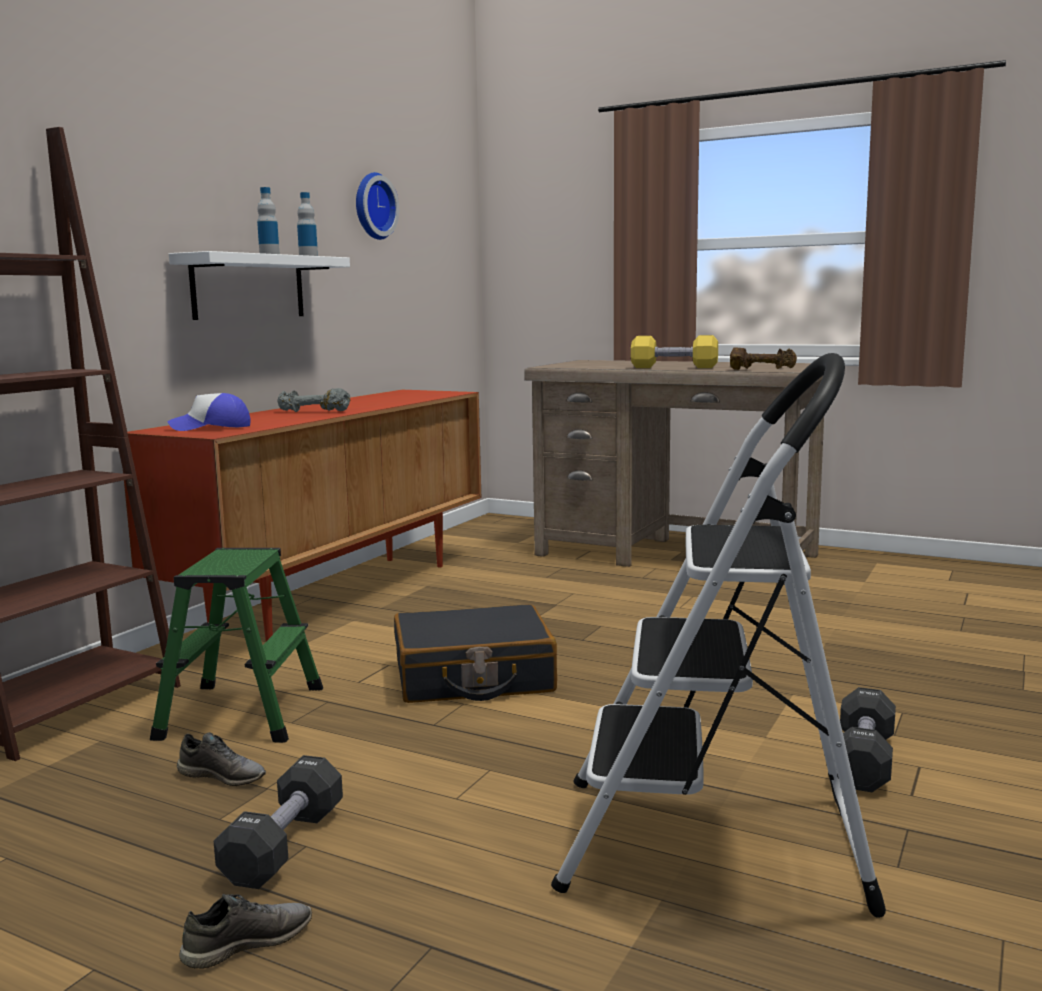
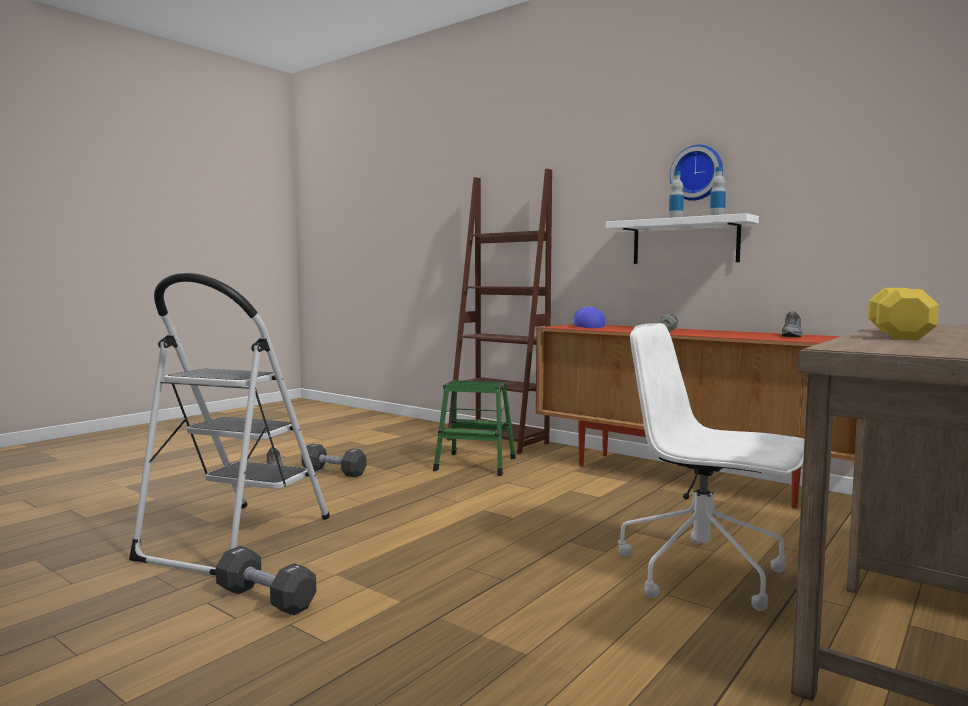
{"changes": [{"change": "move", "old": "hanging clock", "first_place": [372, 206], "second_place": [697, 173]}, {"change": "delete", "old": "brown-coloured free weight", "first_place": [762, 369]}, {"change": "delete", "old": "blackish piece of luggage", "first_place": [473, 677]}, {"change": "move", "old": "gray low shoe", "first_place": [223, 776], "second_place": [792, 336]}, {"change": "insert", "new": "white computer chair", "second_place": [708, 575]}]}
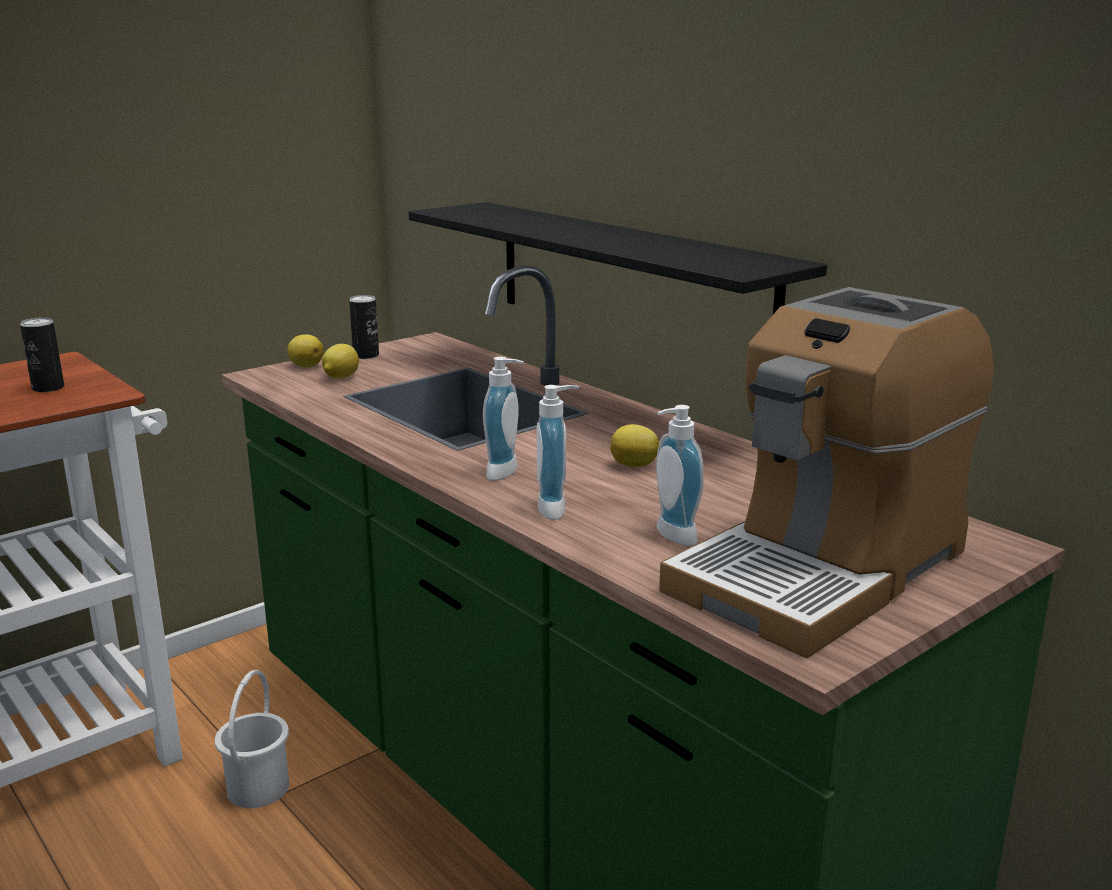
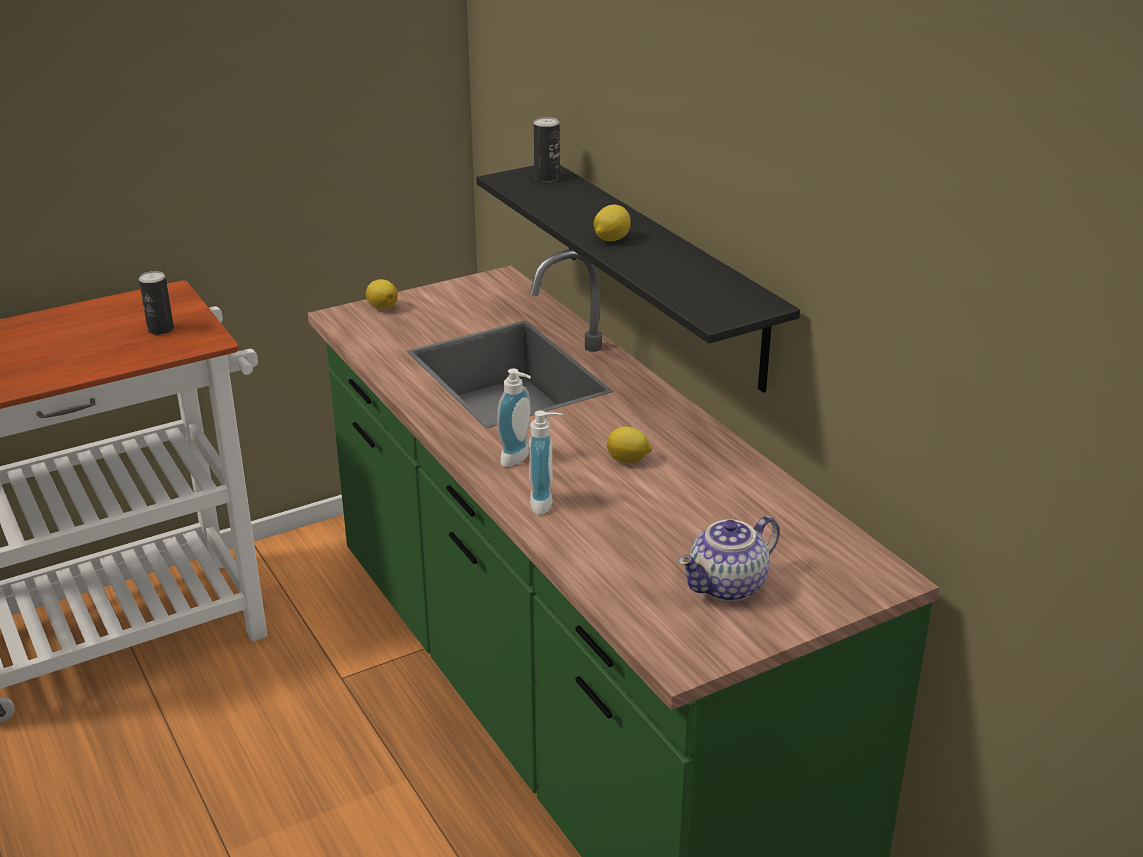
{"changes": [{"change": "replace", "old": "coffee brewer", "new": "teapot", "first_place": [822, 570], "second_place": [728, 587]}, {"change": "move", "old": "metal can", "first_place": [366, 355], "second_place": [547, 177]}, {"change": "move", "old": "lemon", "first_place": [340, 377], "second_place": [610, 239]}, {"change": "delete", "old": "soap bottle", "first_place": [671, 537]}, {"change": "delete", "old": "white bucket", "first_place": [257, 788]}]}
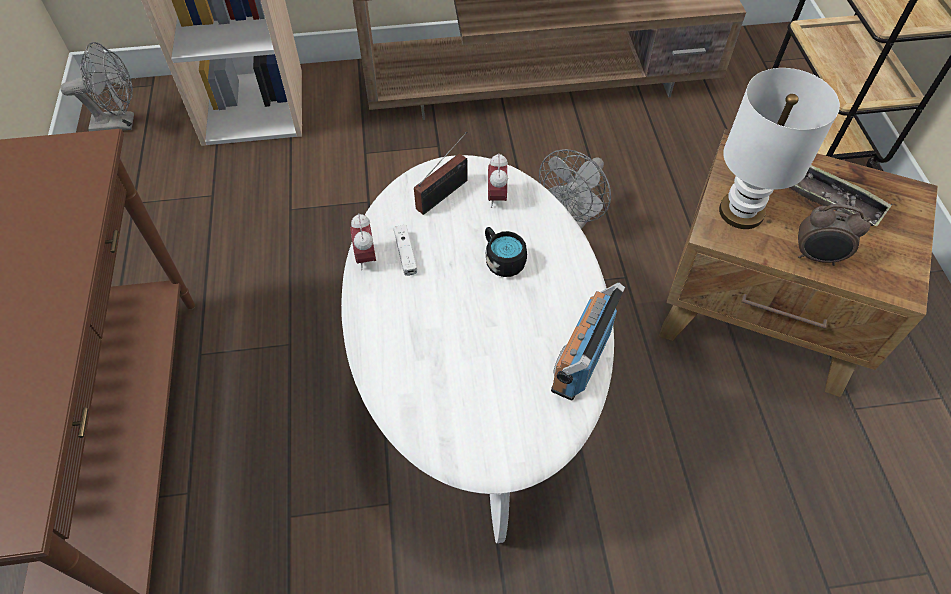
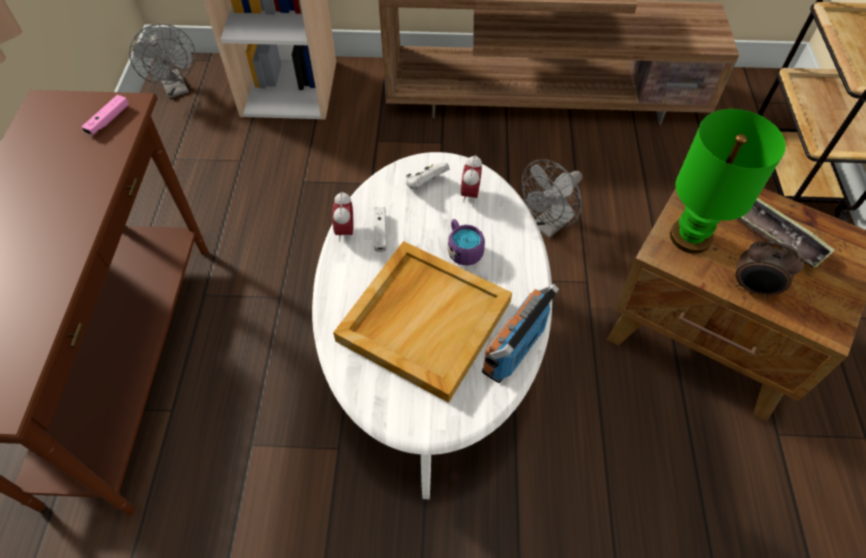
{"changes": [{"change": "rotate", "old": "gray fan", "first_place": [120, 123], "second_place": [177, 89], "degrees": 60}, {"change": "recolor", "old": "white lamp for a table", "new": "green lamp for a table", "first_place": [742, 211], "second_place": [691, 237]}, {"change": "replace", "old": "radio set", "new": "white gamepad", "first_place": [445, 193], "second_place": [425, 184]}, {"change": "recolor", "old": "blackish mug", "new": "purple mug", "first_place": [502, 259], "second_place": [463, 249]}, {"change": "insert", "new": "pink gamepad", "second_place": [108, 120]}, {"change": "insert", "new": "beige-coloured tray", "second_place": [424, 319]}]}
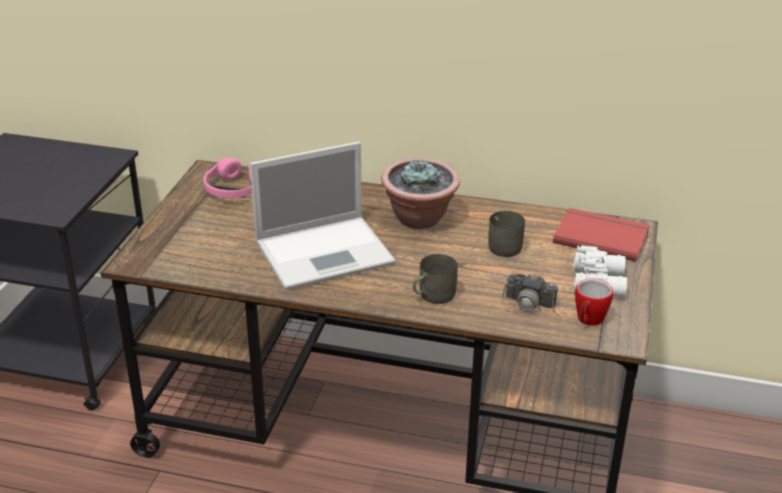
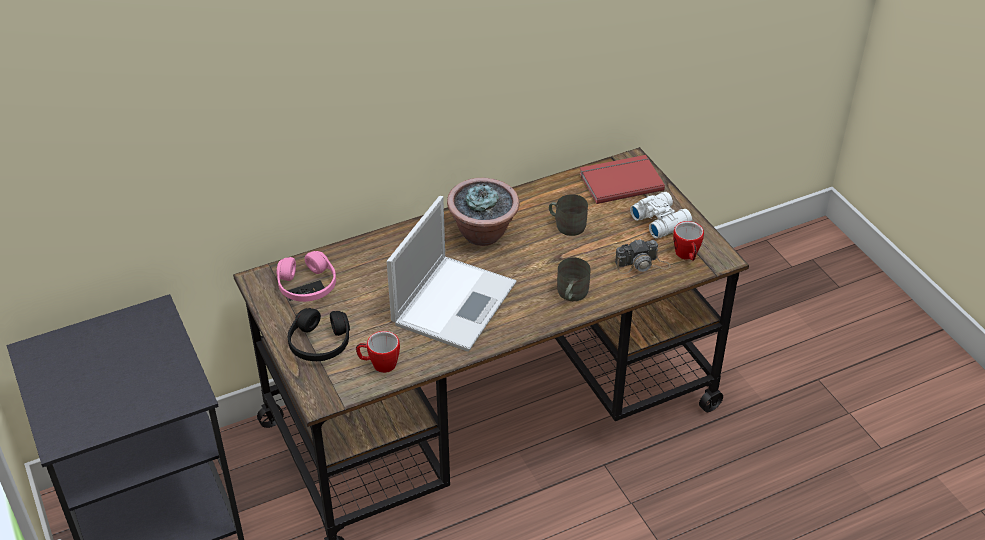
{"changes": [{"change": "insert", "new": "blackish pair of headphones", "second_place": [319, 343]}, {"change": "insert", "new": "mug", "second_place": [379, 364]}]}
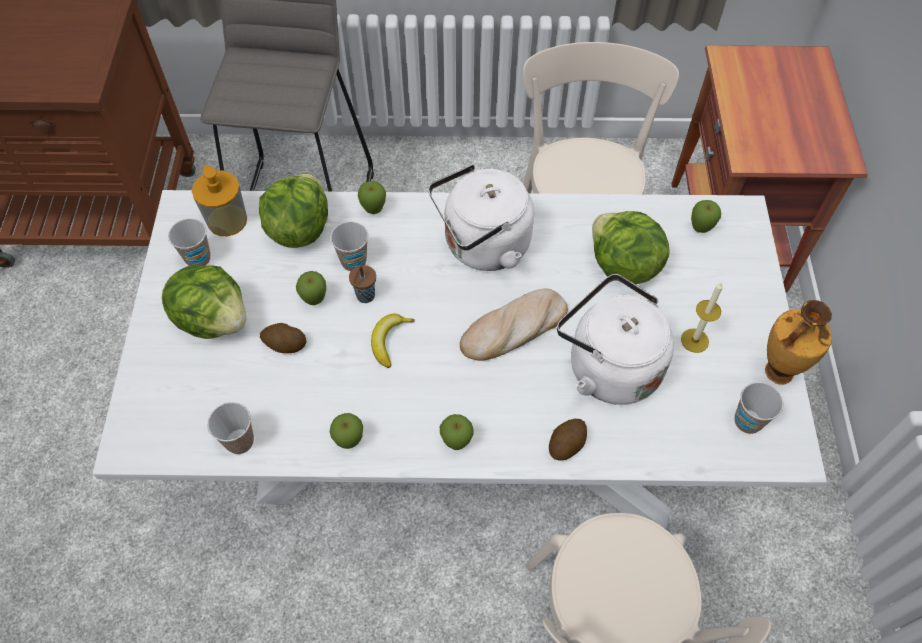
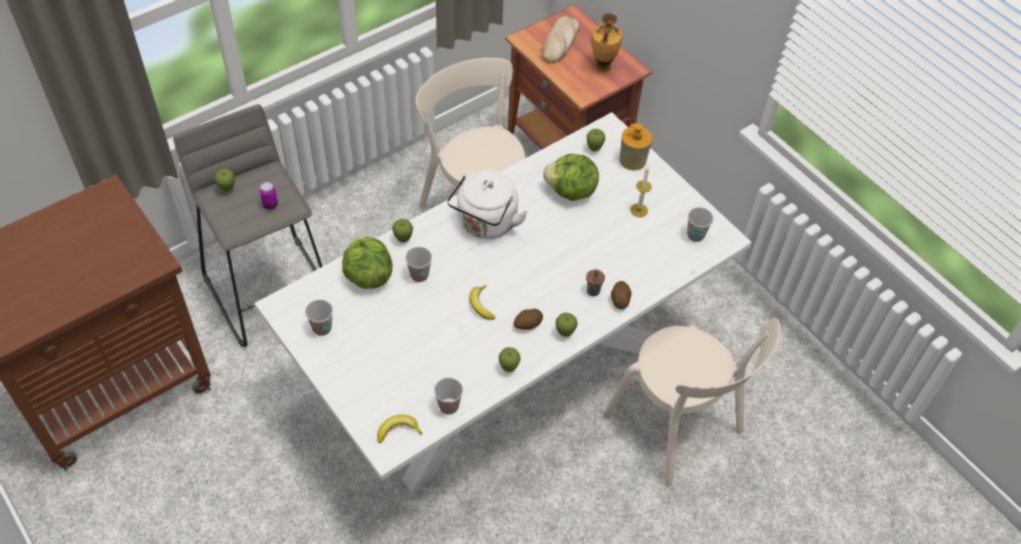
{"changes": [{"change": "move", "old": "soap bottle", "first_place": [227, 220], "second_place": [632, 160]}, {"change": "move", "old": "brown-coloured small cup", "first_place": [365, 297], "second_place": [593, 292]}, {"change": "delete", "old": "lettuce", "first_place": [214, 319]}, {"change": "move", "old": "whole apple", "first_place": [315, 300], "second_place": [227, 189]}, {"change": "delete", "old": "white kettle", "first_place": [608, 366]}, {"change": "move", "old": "baked bread", "first_place": [513, 328], "second_place": [560, 42]}, {"change": "move", "old": "flower vase", "first_place": [777, 372], "second_place": [602, 67]}, {"change": "move", "old": "whole potato", "first_place": [285, 345], "second_place": [527, 325]}, {"change": "insert", "new": "metal can", "second_place": [270, 205]}, {"change": "insert", "new": "whole banana", "second_place": [398, 430]}]}
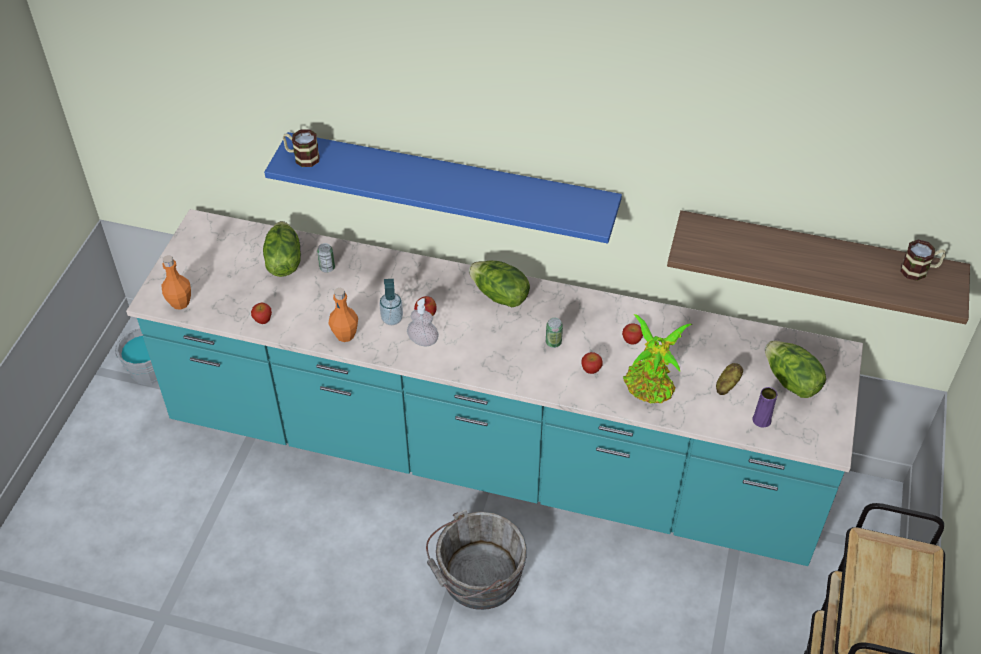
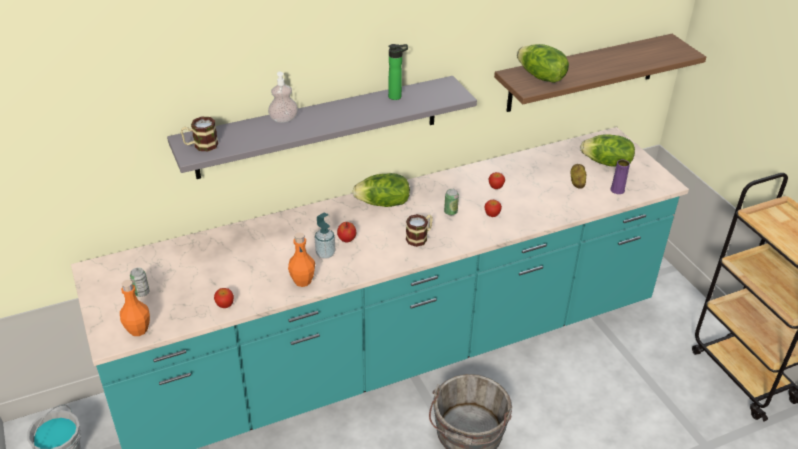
{"changes": [{"change": "recolor", "old": "blue-coloured wall shelf", "new": "gray wall shelf", "first_place": [451, 185], "second_place": [319, 127]}, {"change": "move", "old": "lettuce", "first_place": [283, 262], "second_place": [540, 77]}, {"change": "move", "old": "mug", "first_place": [919, 270], "second_place": [420, 237]}, {"change": "move", "old": "metal can", "first_place": [327, 268], "second_place": [142, 292]}, {"change": "move", "old": "soap bottle", "first_place": [423, 340], "second_place": [283, 119]}, {"change": "delete", "old": "potted plant", "first_place": [650, 387]}, {"change": "insert", "new": "drink bottle", "second_place": [397, 96]}]}
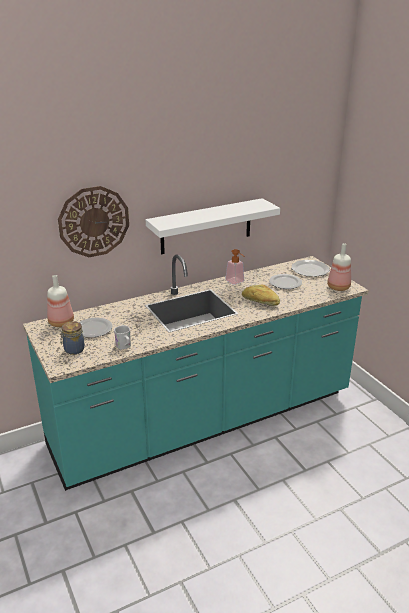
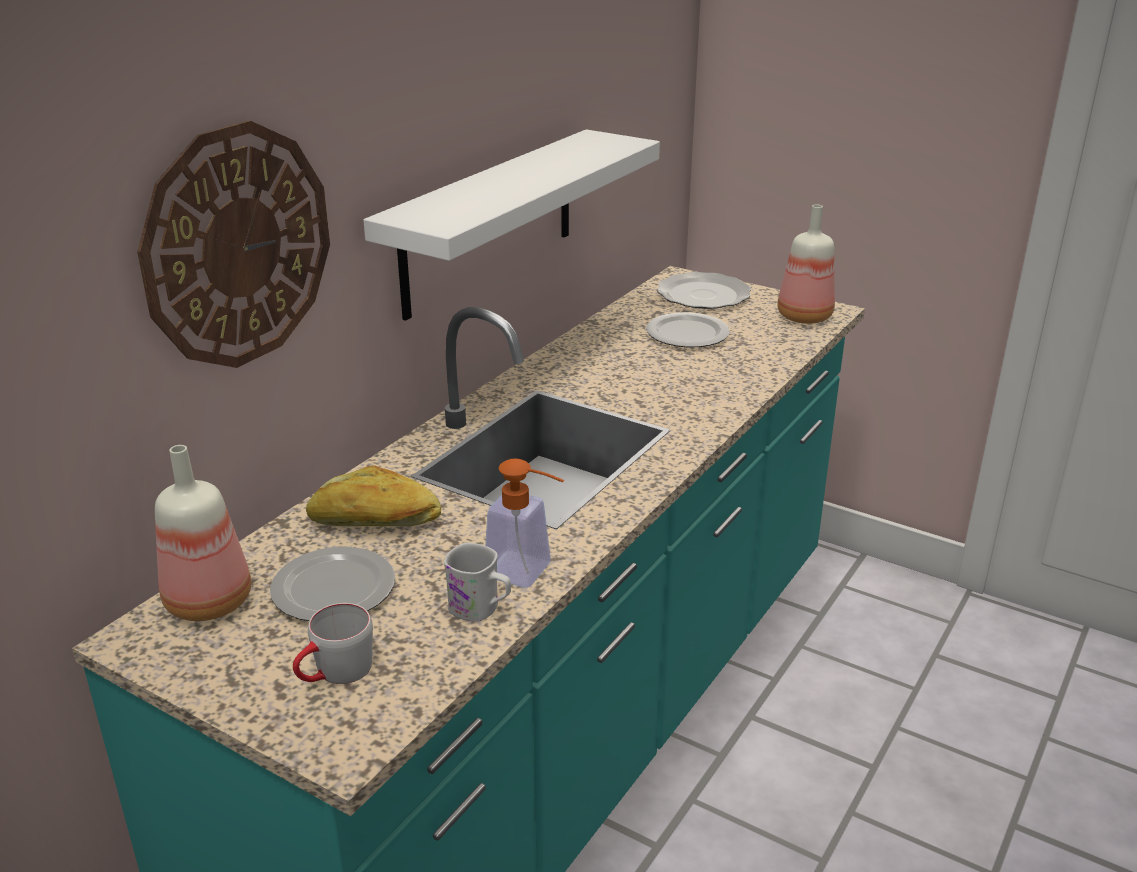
{"changes": [{"change": "move", "old": "soap bottle", "first_place": [236, 282], "second_place": [528, 573]}, {"change": "move", "old": "baked bread", "first_place": [260, 301], "second_place": [375, 522]}, {"change": "replace", "old": "preserve jar", "new": "gray mug", "first_place": [73, 350], "second_place": [334, 674]}]}
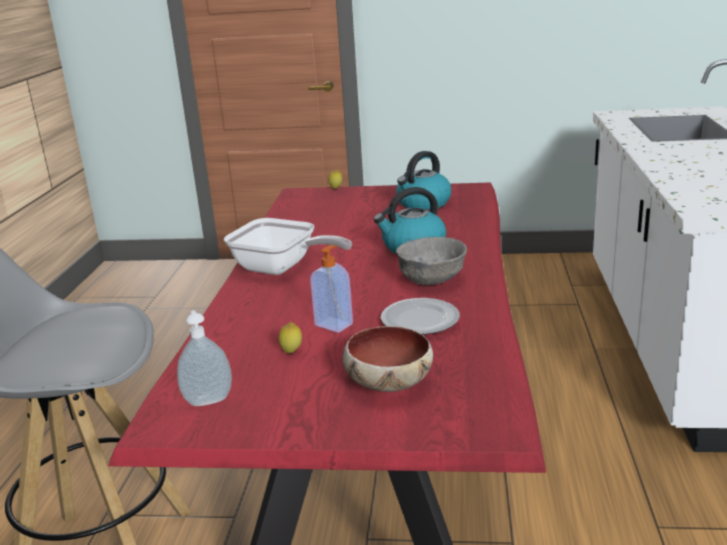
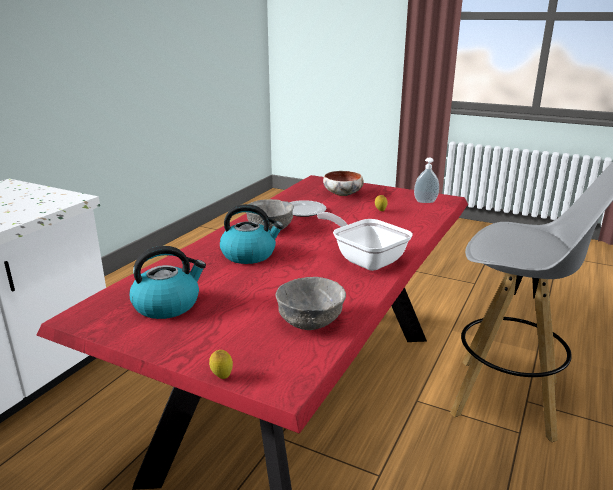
{"changes": [{"change": "delete", "old": "soap bottle", "first_place": [334, 324]}, {"change": "insert", "new": "gray bowl", "second_place": [311, 322]}]}
